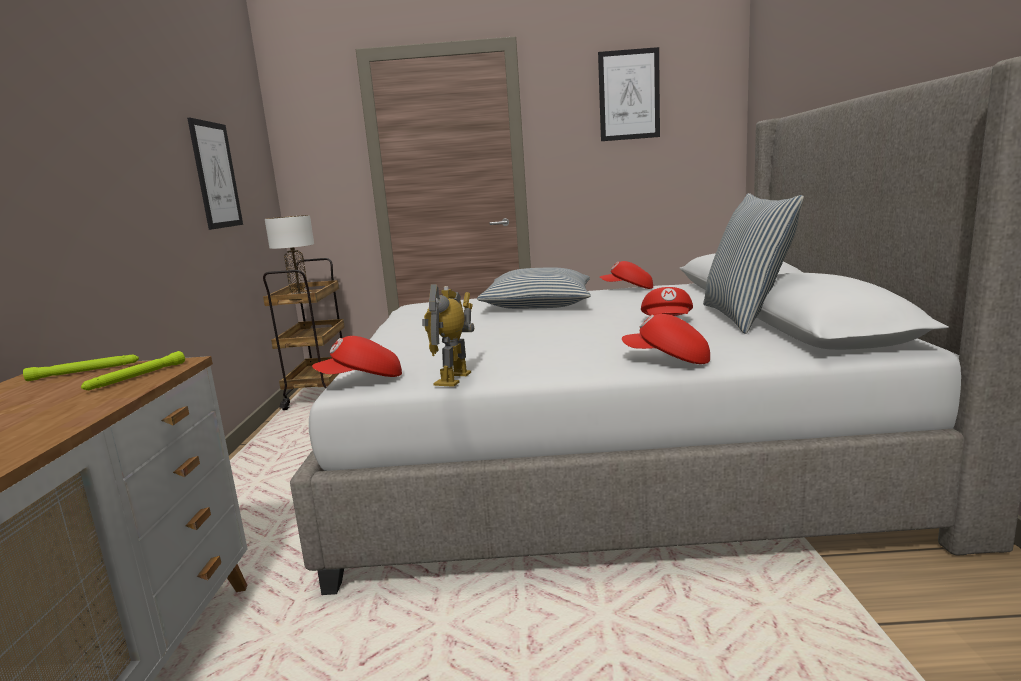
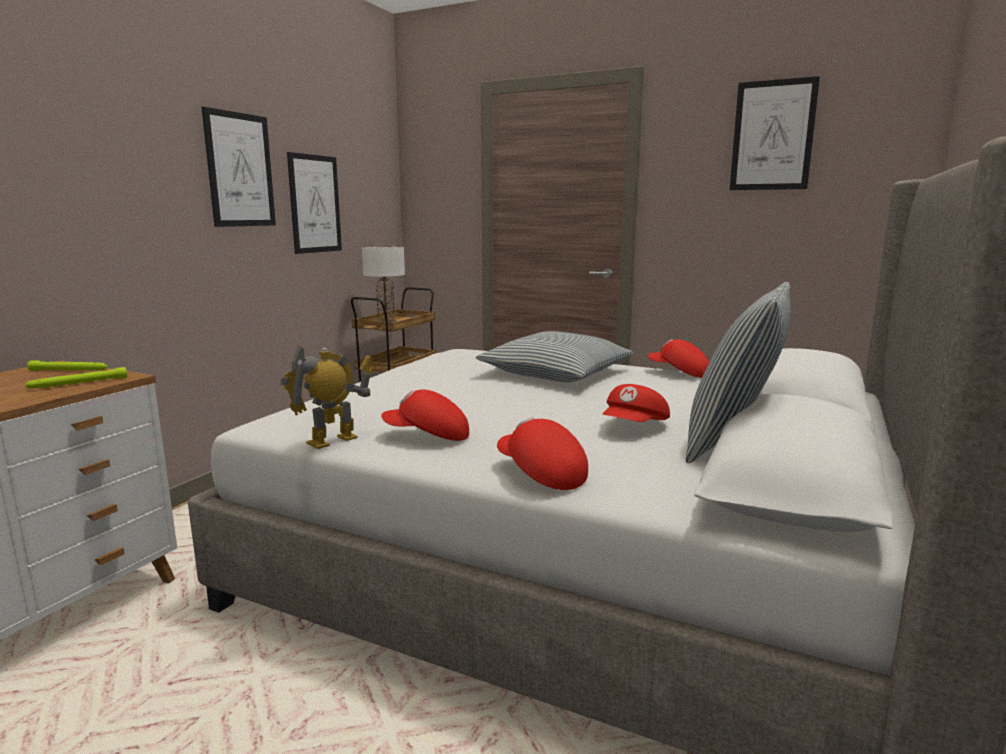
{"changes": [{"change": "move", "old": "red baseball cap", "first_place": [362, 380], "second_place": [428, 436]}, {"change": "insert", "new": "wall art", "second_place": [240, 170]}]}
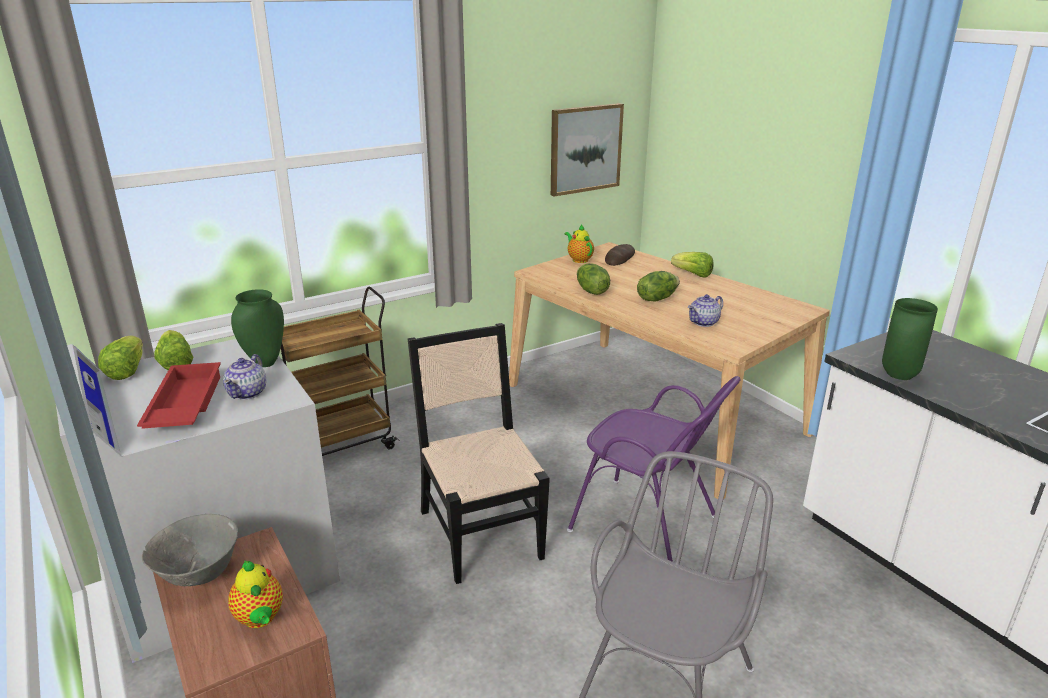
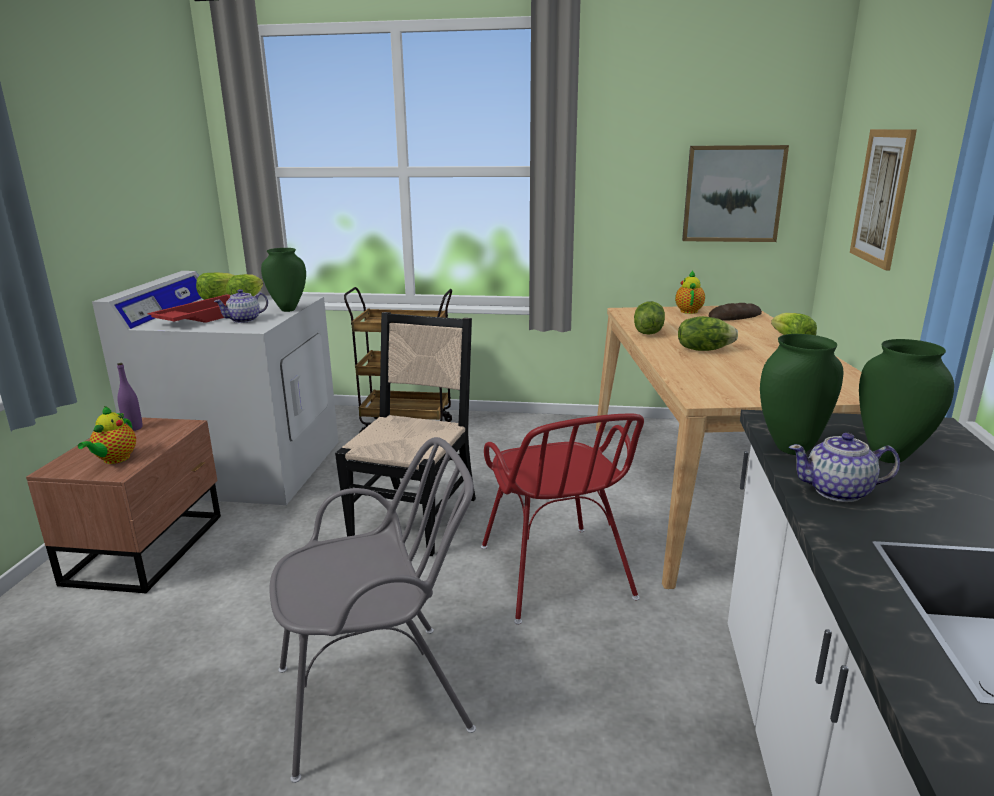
{"changes": [{"change": "move", "old": "teapot", "first_place": [704, 322], "second_place": [838, 492]}, {"change": "recolor", "old": "purple upright chair", "new": "red upright chair", "first_place": [648, 526], "second_place": [556, 575]}, {"change": "replace", "old": "gray bowl", "new": "purple drink bottle", "first_place": [199, 575], "second_place": [133, 428]}, {"change": "insert", "new": "wall art", "second_place": [882, 197]}, {"change": "insert", "new": "green flower vase", "second_place": [888, 457]}]}
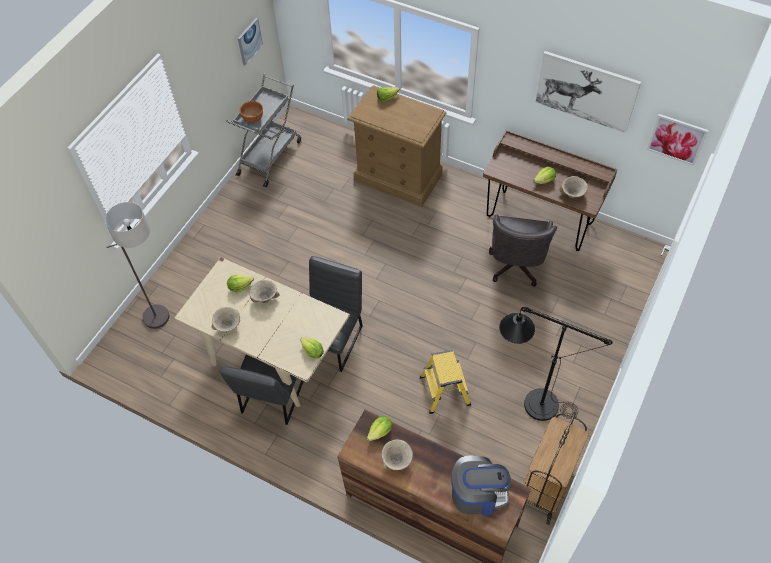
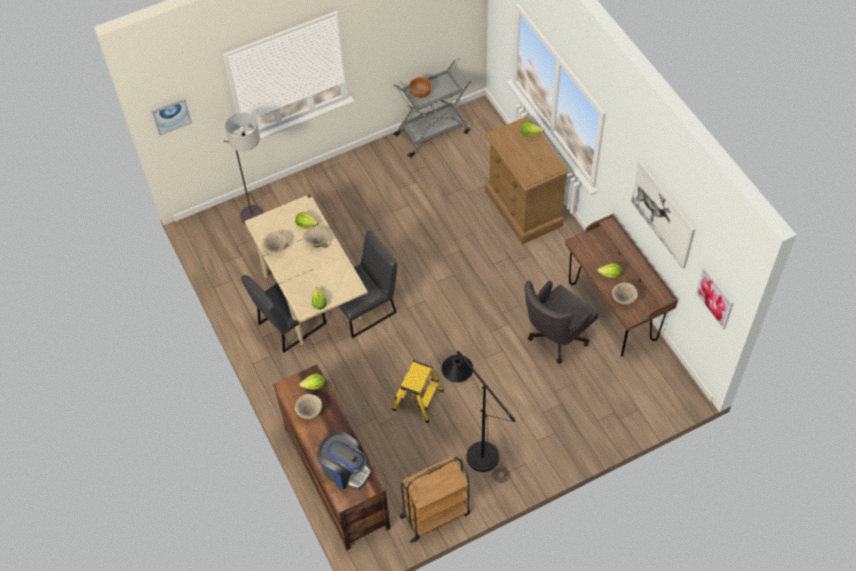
{"changes": [{"change": "move", "old": "wall art", "first_place": [249, 41], "second_place": [171, 116]}]}
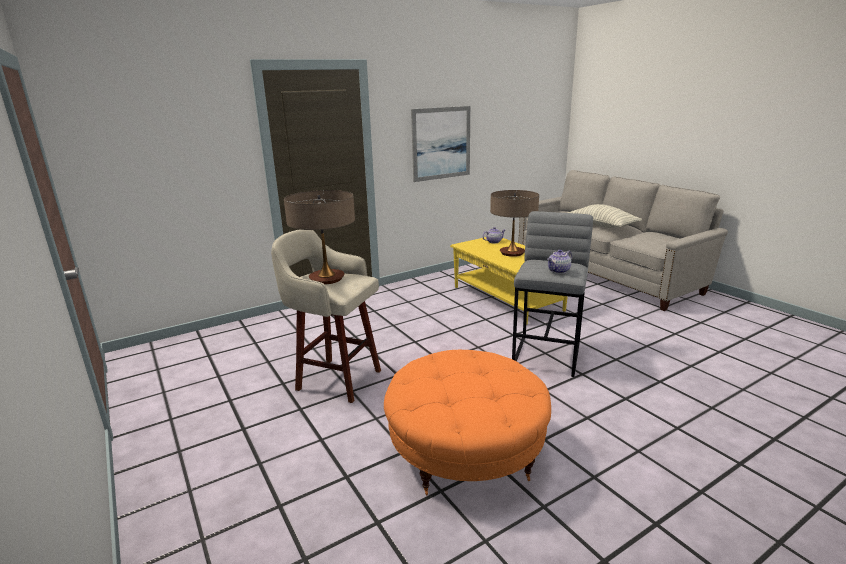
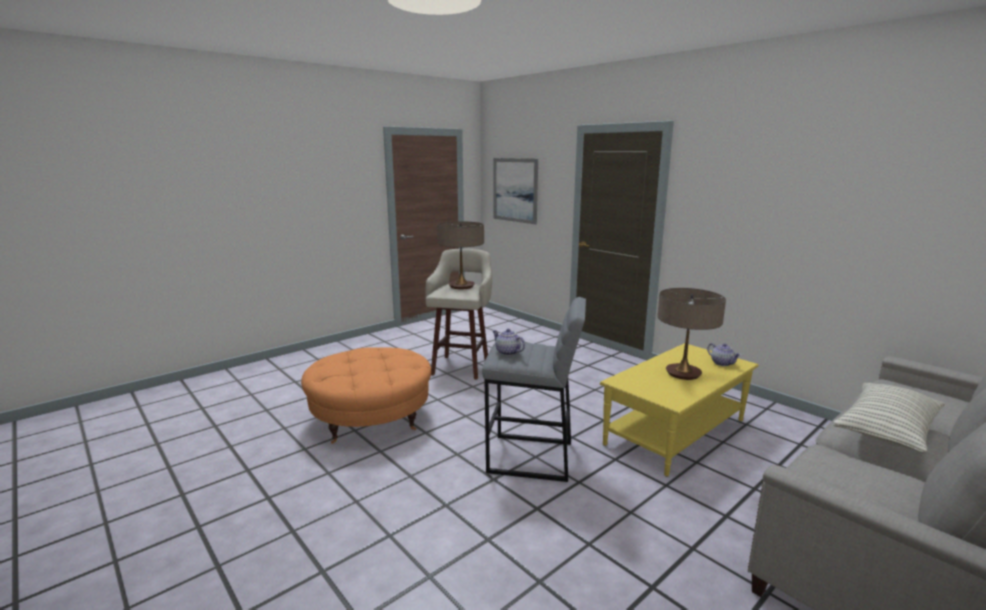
{"changes": [{"change": "move", "old": "wall art", "first_place": [441, 143], "second_place": [515, 190]}]}
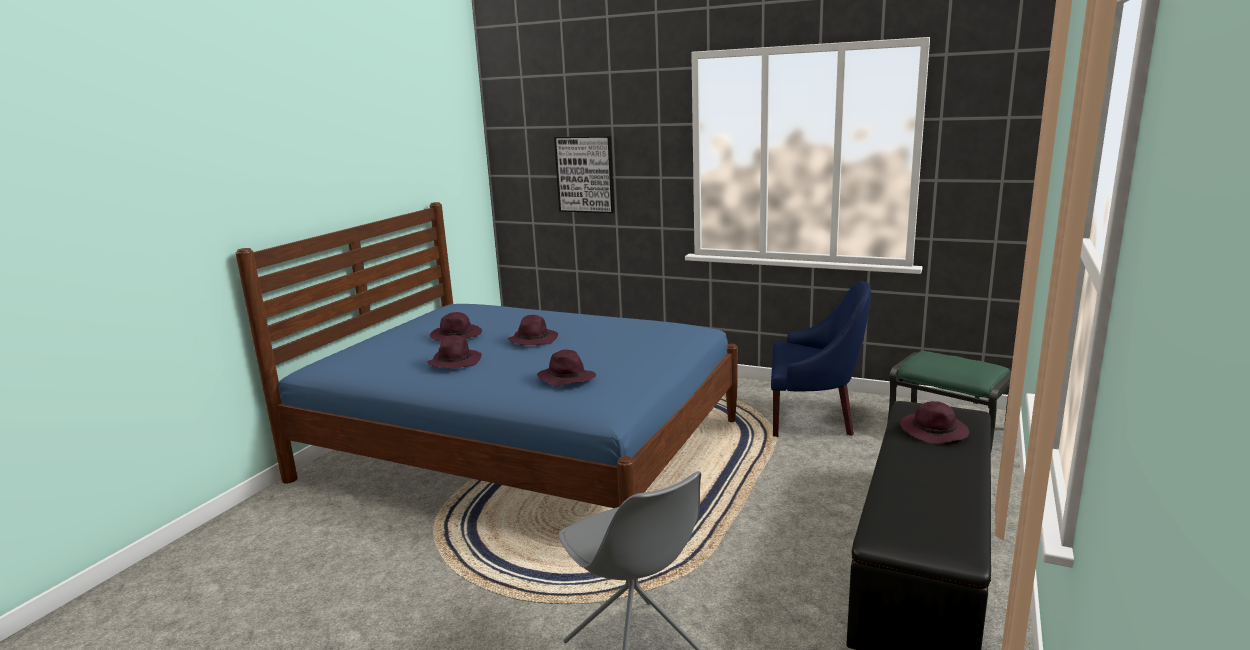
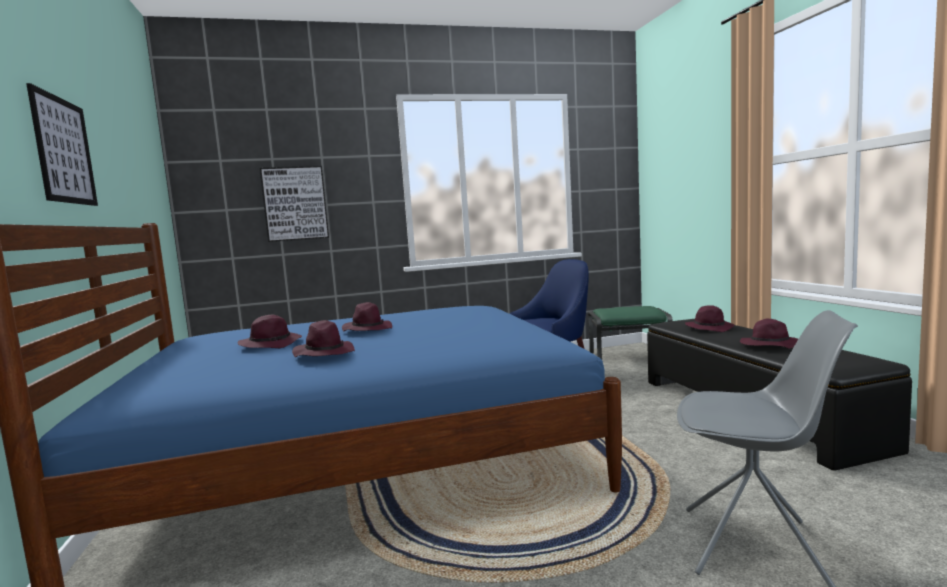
{"changes": [{"change": "move", "old": "purple hat", "first_place": [566, 379], "second_place": [769, 345]}, {"change": "insert", "new": "wall art", "second_place": [64, 151]}]}
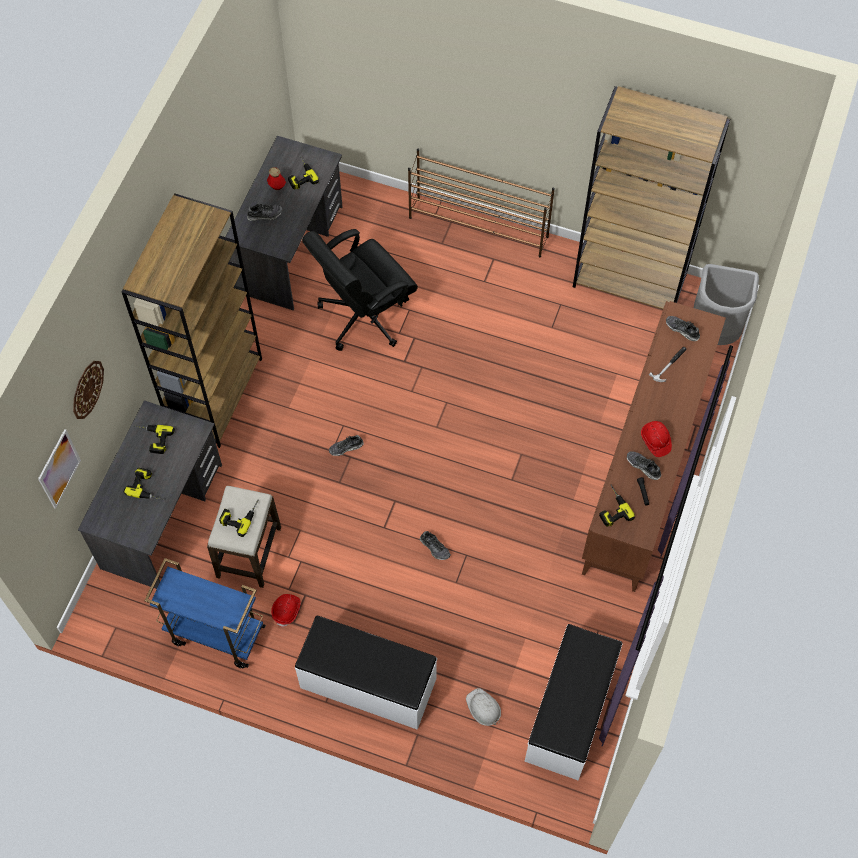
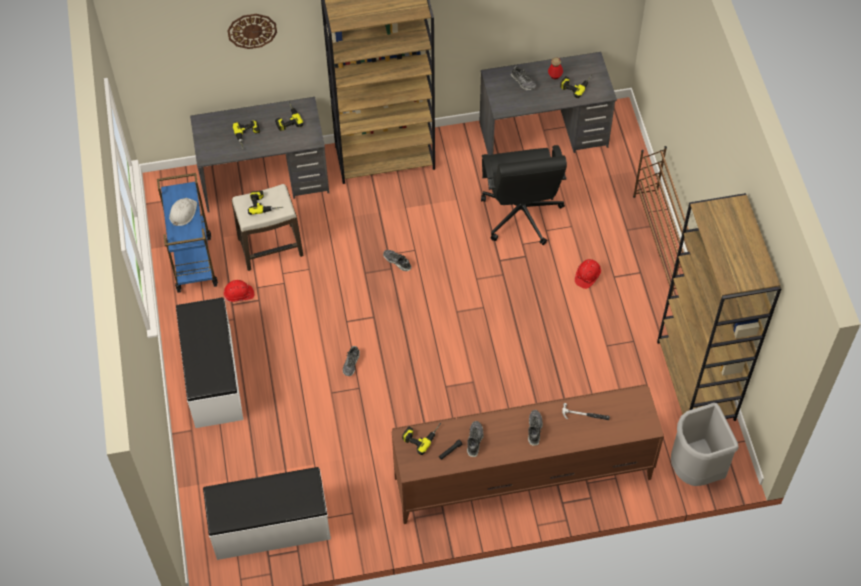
{"changes": [{"change": "rotate", "old": "blackish computer chair", "first_place": [364, 315], "second_place": [521, 213], "degrees": -120}, {"change": "move", "old": "low shoe", "first_place": [682, 330], "second_place": [534, 429]}, {"change": "move", "old": "red work helmet", "first_place": [655, 441], "second_place": [587, 276]}, {"change": "delete", "old": "wall art", "first_place": [59, 469]}, {"change": "move", "old": "white work helmet", "first_place": [483, 708], "second_place": [183, 213]}]}
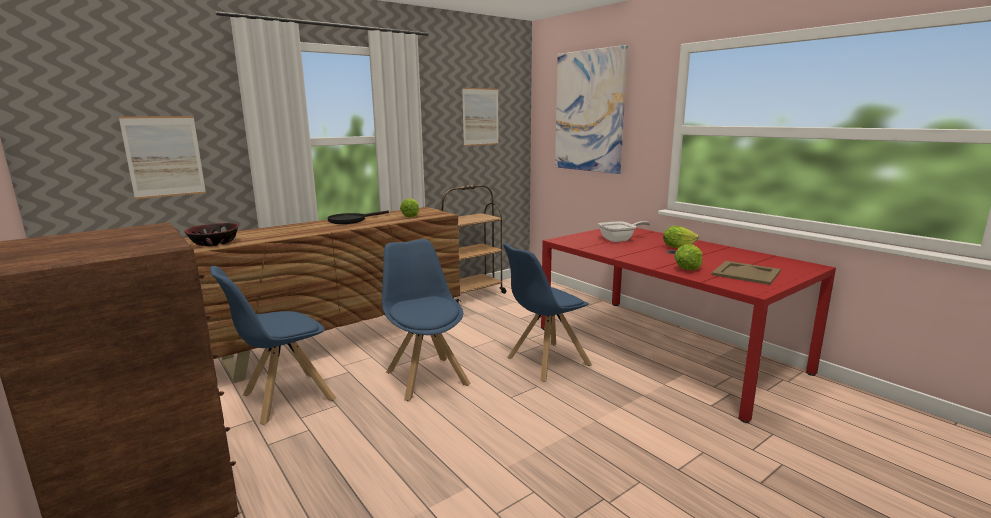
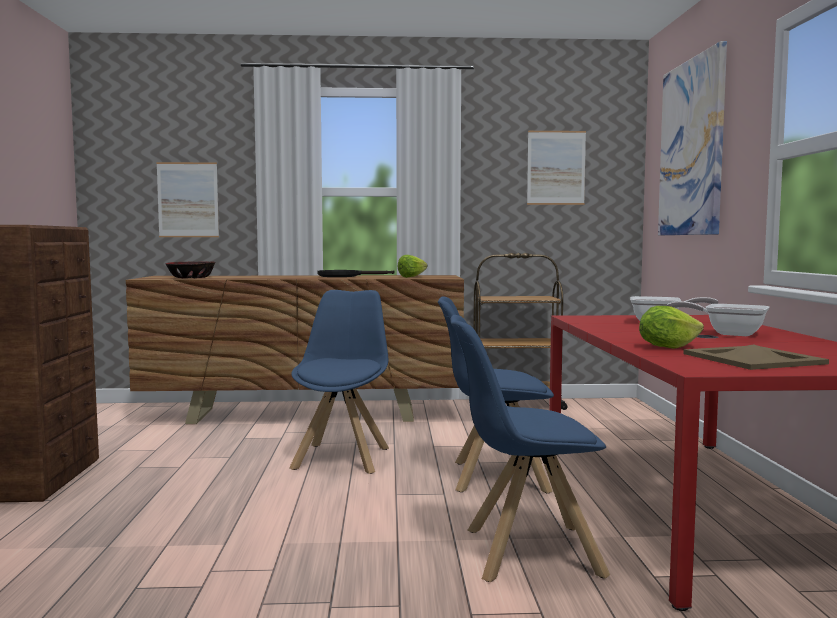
{"changes": [{"change": "replace", "old": "lettuce", "new": "frying pan", "first_place": [677, 247], "second_place": [728, 333]}, {"change": "move", "old": "blue-coloured upright chair", "first_place": [284, 398], "second_place": [525, 552]}]}
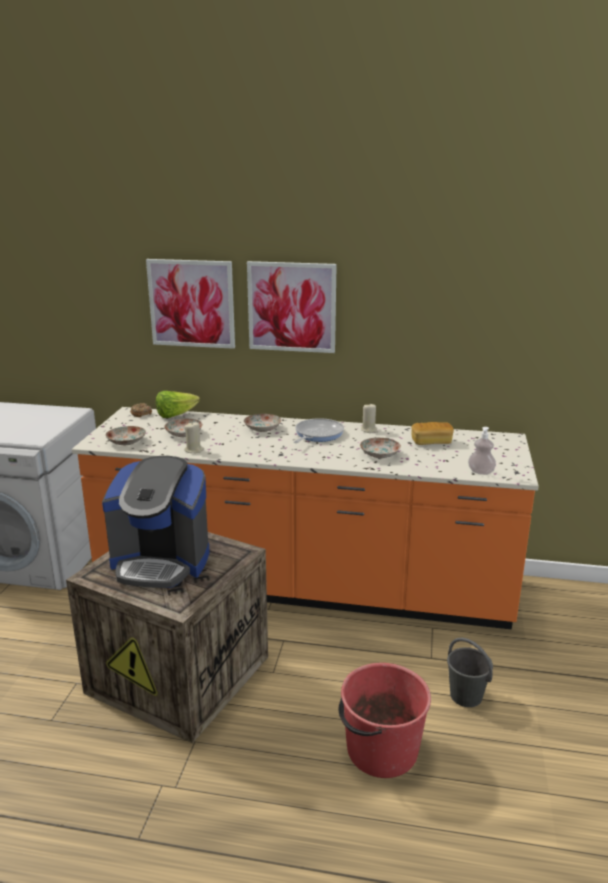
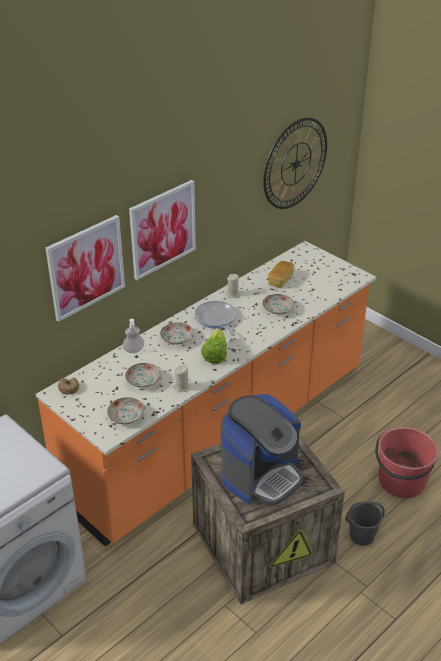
{"changes": [{"change": "move", "old": "lettuce", "first_place": [175, 415], "second_place": [215, 355]}, {"change": "move", "old": "soap bottle", "first_place": [481, 472], "second_place": [134, 350]}, {"change": "move", "old": "gray bucket", "first_place": [465, 695], "second_place": [361, 536]}, {"change": "insert", "new": "hanging clock", "second_place": [295, 164]}]}
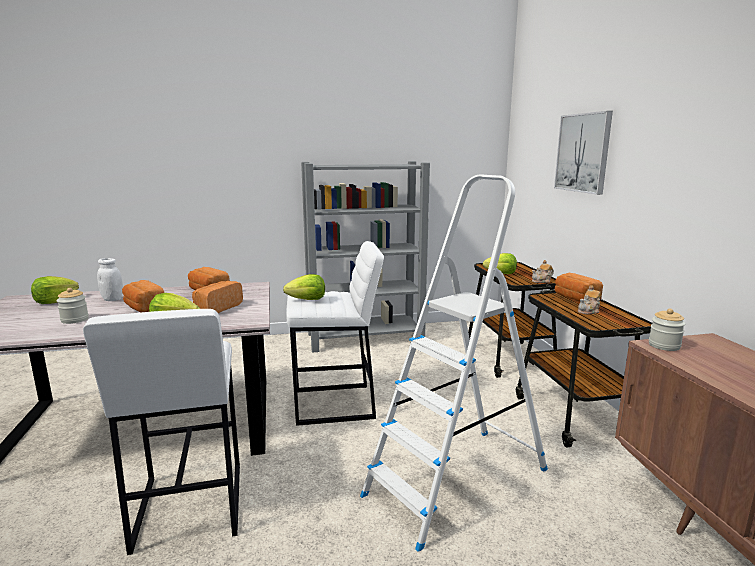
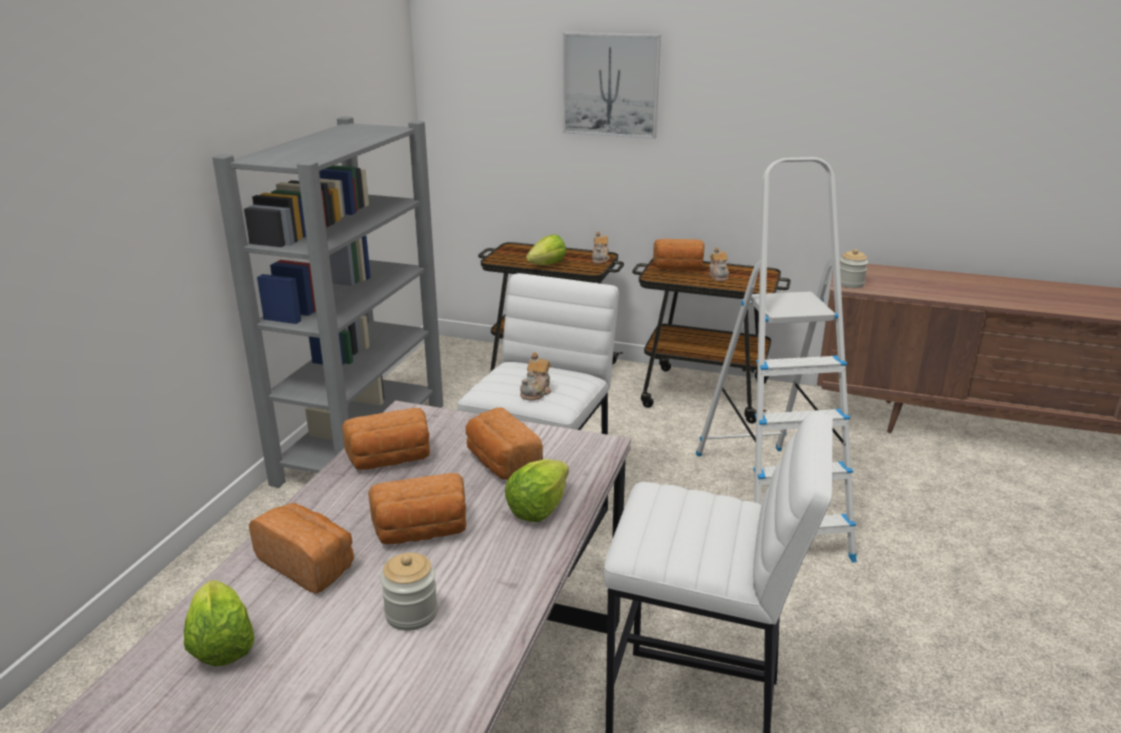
{"changes": [{"change": "replace", "old": "white preserve jar", "new": "baked bread", "first_place": [112, 299], "second_place": [308, 564]}, {"change": "replace", "old": "lettuce", "new": "teapot", "first_place": [307, 300], "second_place": [536, 392]}]}
